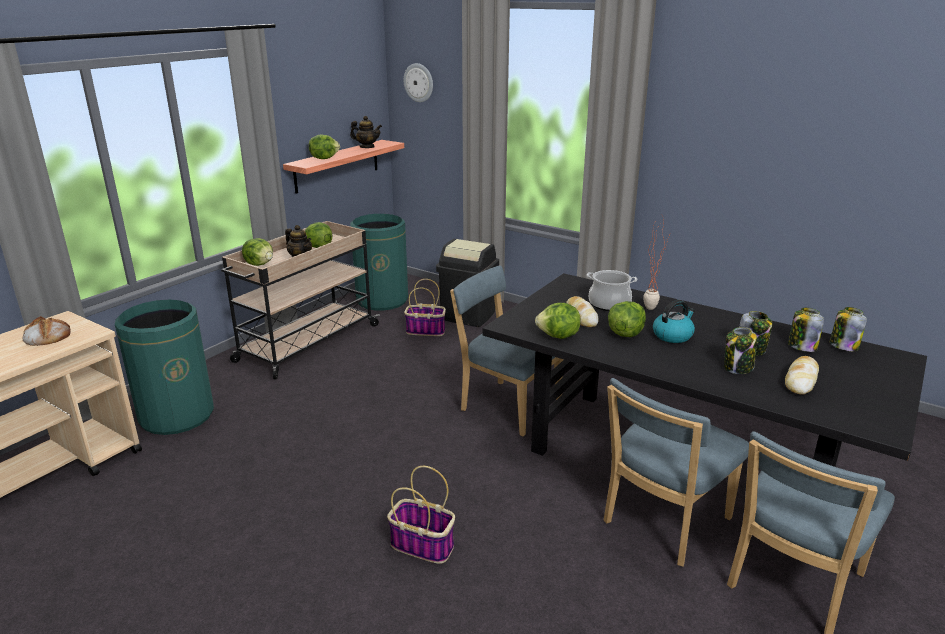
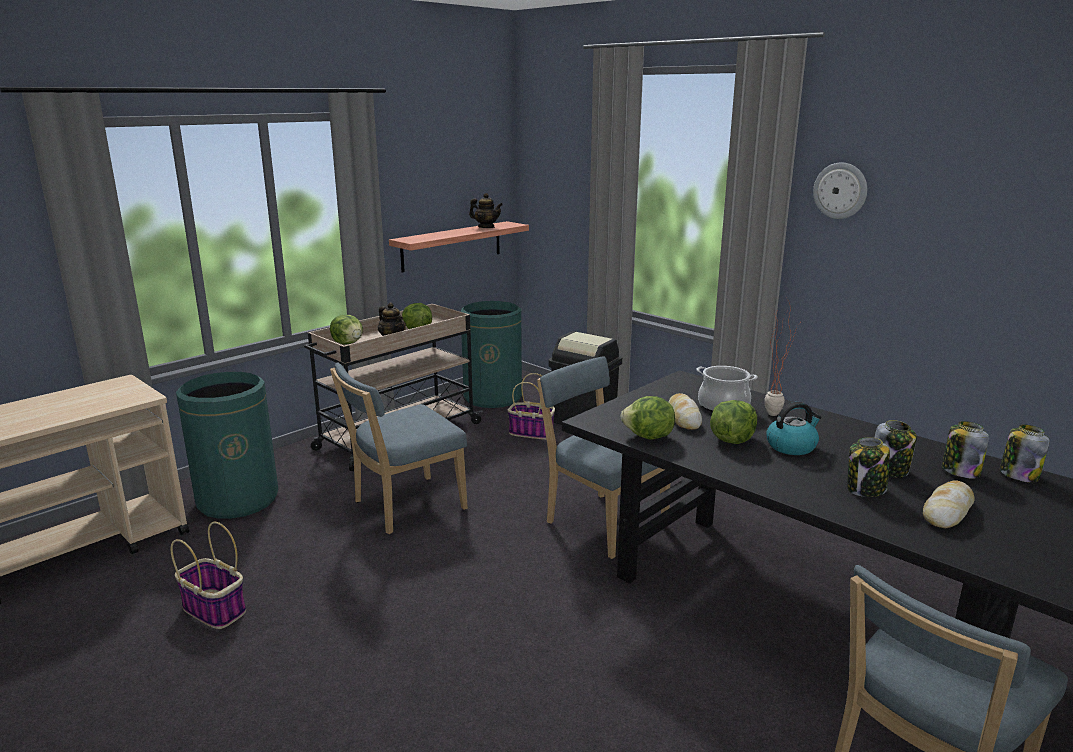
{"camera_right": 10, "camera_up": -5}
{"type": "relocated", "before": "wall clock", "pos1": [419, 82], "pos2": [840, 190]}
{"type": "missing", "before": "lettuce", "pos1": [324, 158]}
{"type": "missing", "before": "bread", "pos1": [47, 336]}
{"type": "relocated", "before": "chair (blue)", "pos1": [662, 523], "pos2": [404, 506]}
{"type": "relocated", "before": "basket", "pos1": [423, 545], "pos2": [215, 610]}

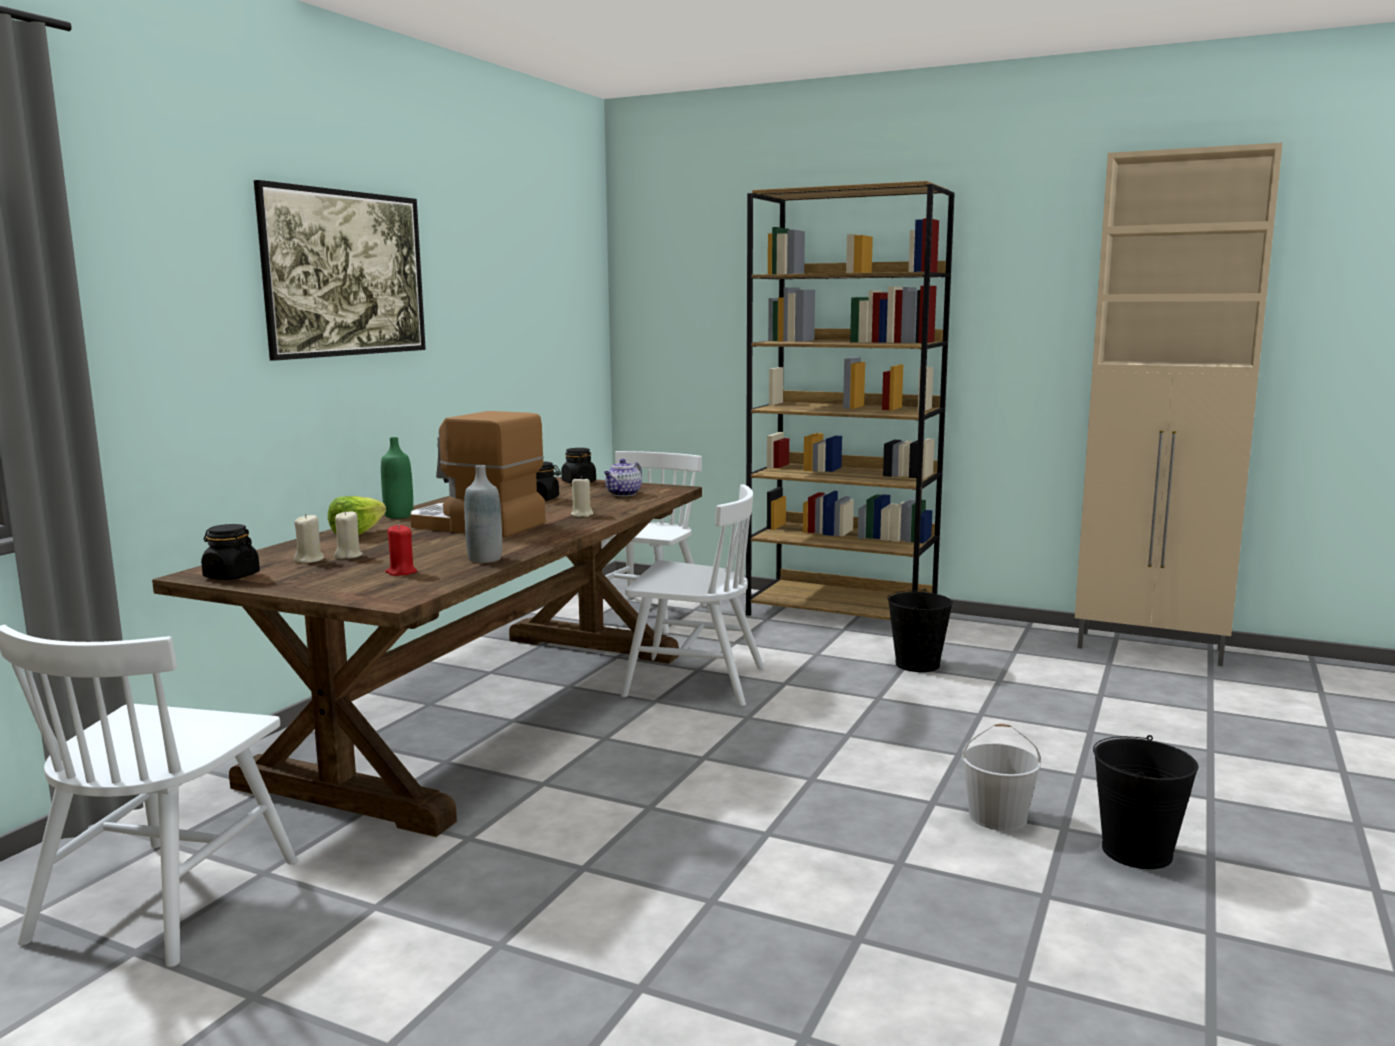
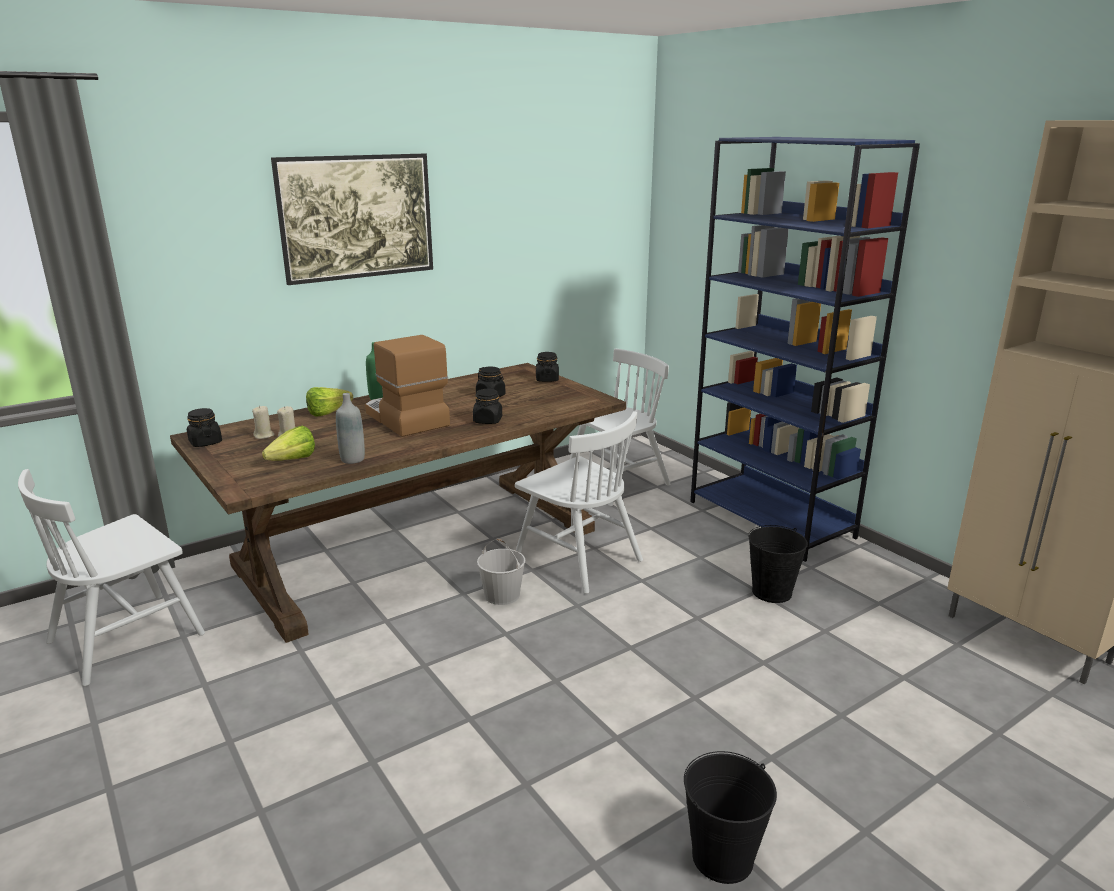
{"camera_right": 30, "camera_up": 10}
{"type": "colour", "before": "bookcase (brown)", "after": "bookcase (blue)", "pos1": [842, 613], "pos2": [771, 519]}
{"type": "missing", "before": "teapot", "pos1": [623, 494]}
{"type": "exchanged", "before": "candle (beige)", "after": "jar (black)", "pos1": [582, 515], "pos2": [487, 421]}
{"type": "exchanged", "before": "candle (red)", "after": "lettuce", "pos1": [401, 572], "pos2": [288, 462]}
{"type": "relocated", "before": "bucket (white)", "pos1": [996, 817], "pos2": [501, 594]}

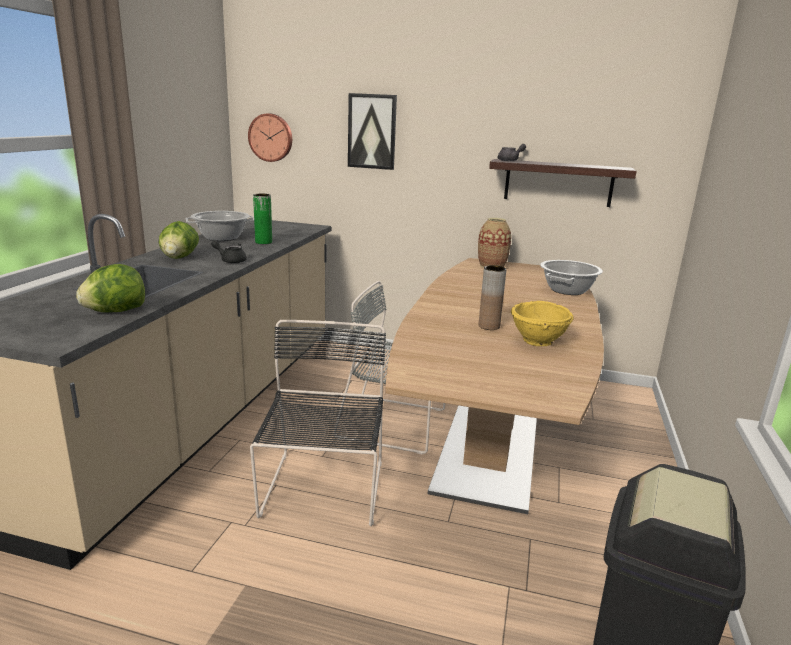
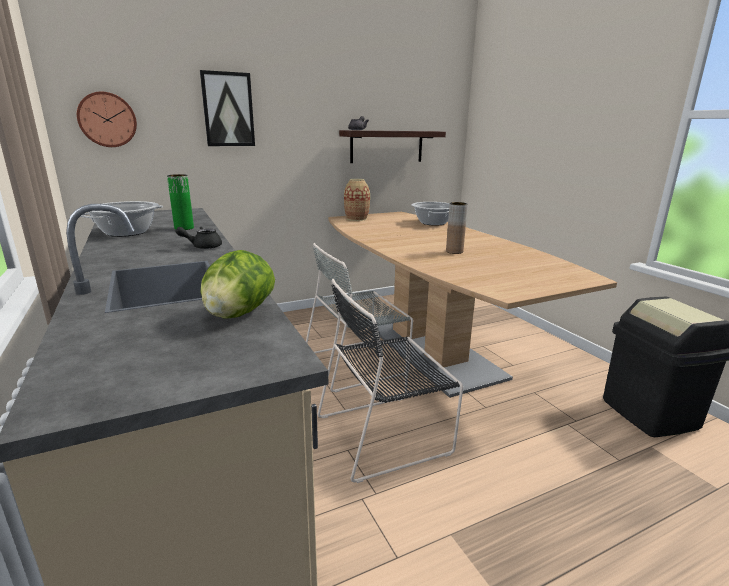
{"camera_right": -40, "camera_up": 0}
{"type": "missing", "before": "lettuce", "pos1": [179, 257]}
{"type": "missing", "before": "bowl (yellow)", "pos1": [538, 342]}
{"type": "spun", "before": "chair (black)", "pos1": [323, 490], "pos2": [387, 433], "turn": -75}

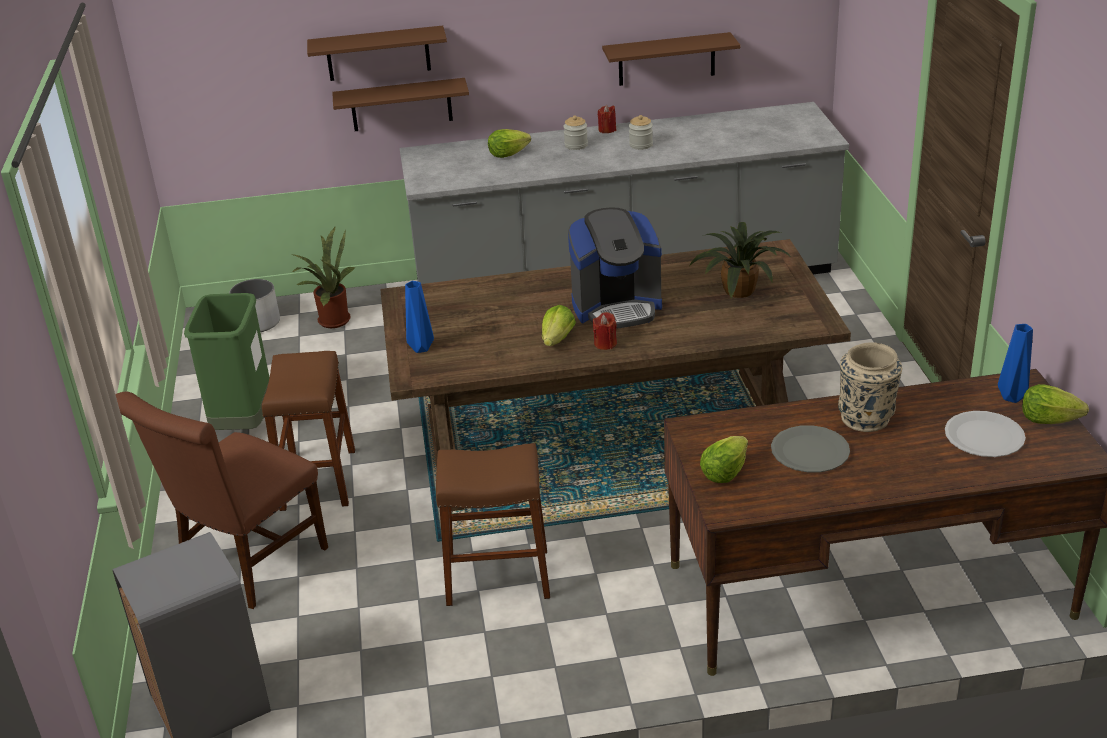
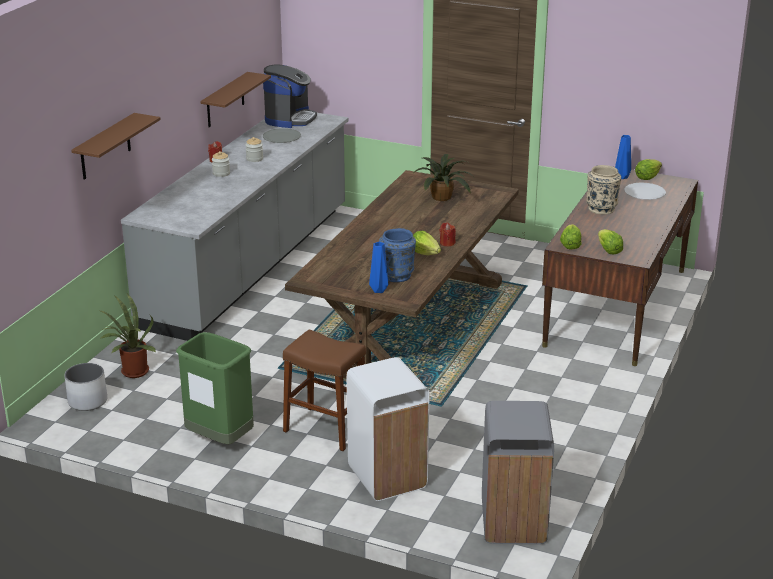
{"camera_right": -60, "camera_up": -5}
{"type": "missing", "before": "shelf (brown)", "pos1": [401, 105]}
{"type": "relocated", "before": "lettuce", "pos1": [507, 154], "pos2": [570, 245]}
{"type": "relocated", "before": "coffee machine", "pos1": [617, 307], "pos2": [290, 119]}
{"type": "exchanged", "before": "chair (brown)", "after": "trash can (white)", "pos1": [245, 565], "pos2": [386, 478]}
{"type": "relocated", "before": "plate (grey)", "pos1": [809, 451], "pos2": [281, 137]}
{"type": "missing", "before": "stool (brown)", "pos1": [497, 577]}
{"type": "appeared", "after": "vase (blue)", "pos2": [397, 275]}

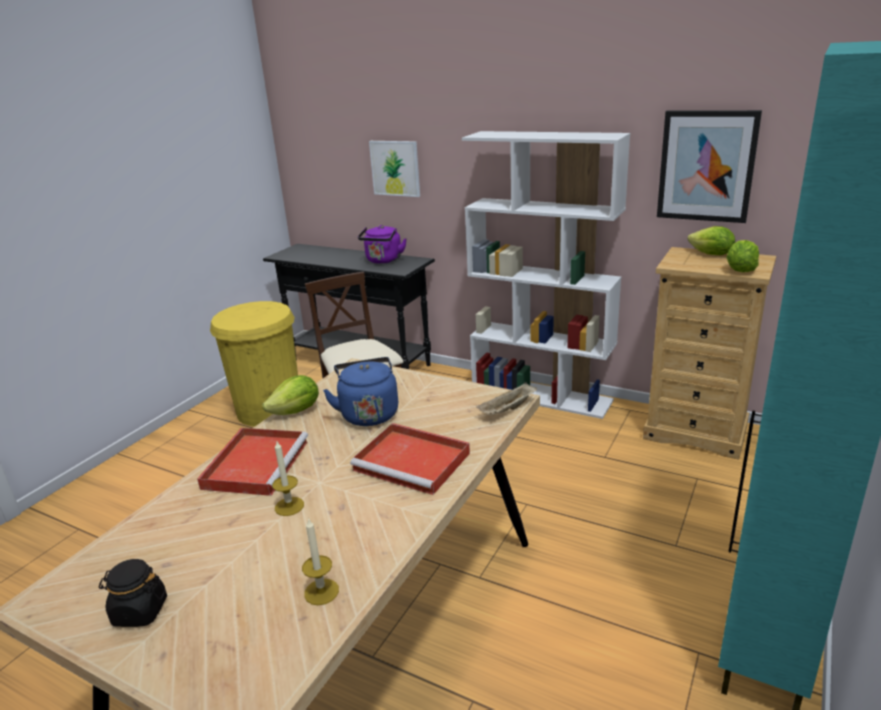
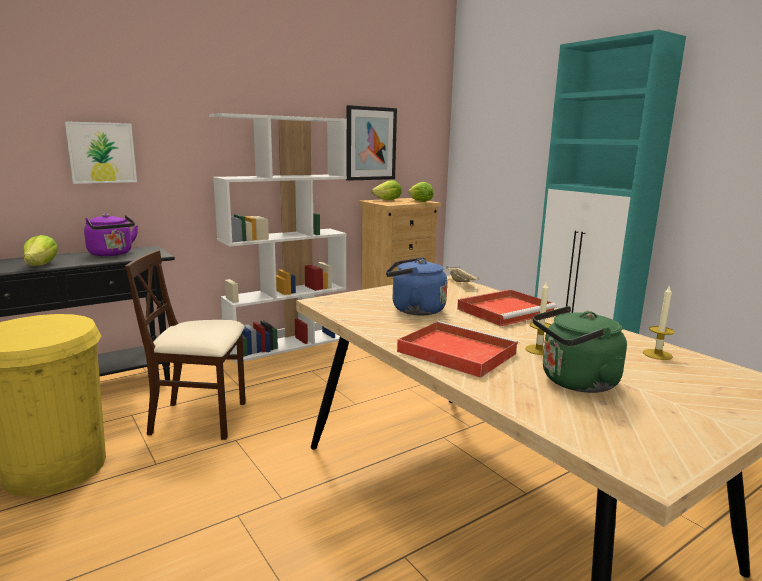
{"camera_right": -65, "camera_up": -10}
{"type": "relocated", "before": "lettuce", "pos1": [296, 411], "pos2": [41, 265]}
{"type": "missing", "before": "jar (black)", "pos1": [139, 611]}
{"type": "appeared", "after": "kettle (green)", "pos2": [575, 382]}

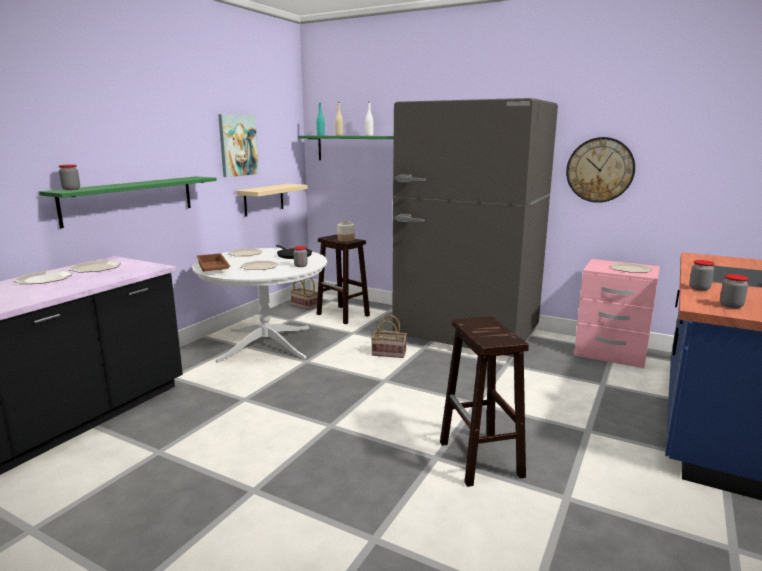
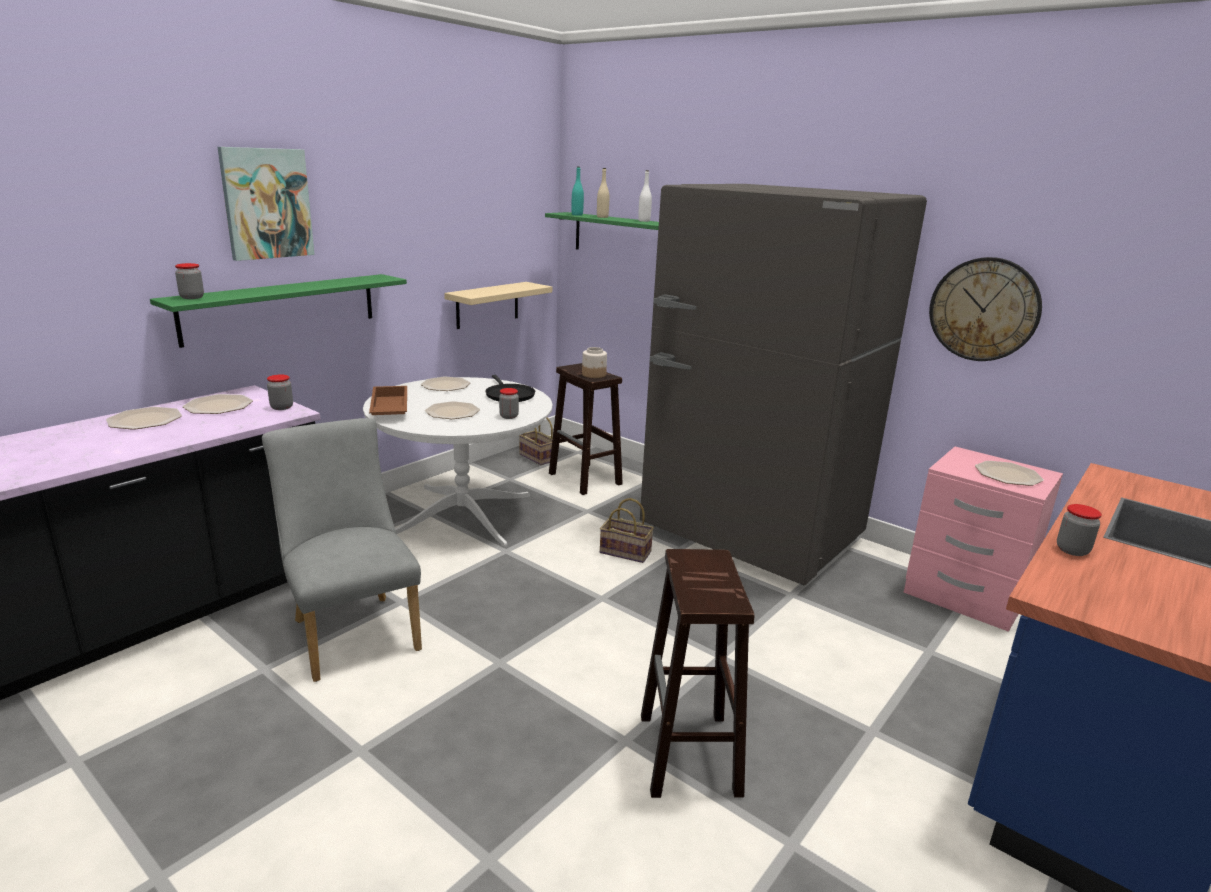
{"camera_right": 10, "camera_up": 5}
{"type": "relocated", "before": "picture", "pos1": [238, 145], "pos2": [267, 203]}
{"type": "relocated", "before": "jar", "pos1": [731, 305], "pos2": [282, 407]}
{"type": "appeared", "after": "chair (grey)", "pos2": [352, 630]}

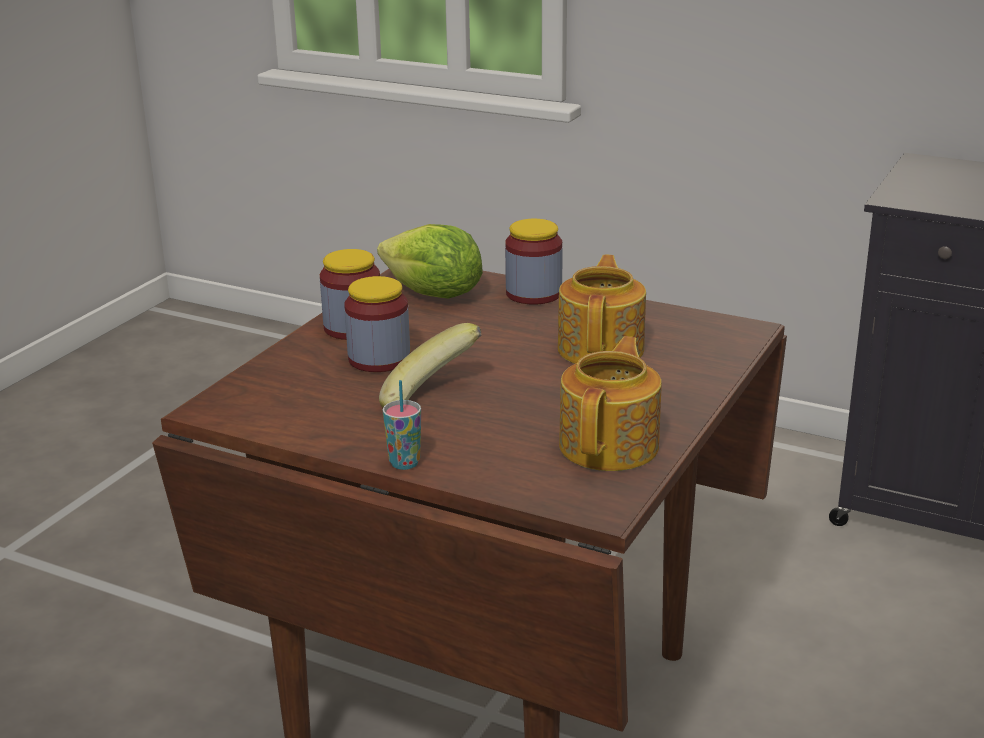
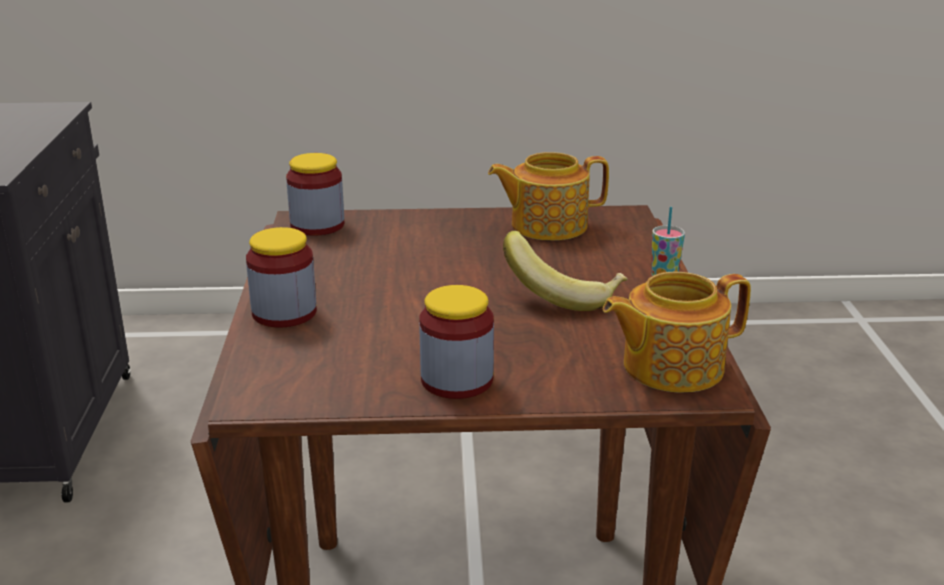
{"camera_right": -120, "camera_up": 0}
{"type": "missing", "before": "lettuce", "pos1": [433, 295]}
{"type": "relocated", "before": "teapot", "pos1": [602, 348], "pos2": [670, 366]}
{"type": "relocated", "before": "jar", "pos1": [379, 359], "pos2": [317, 225]}

